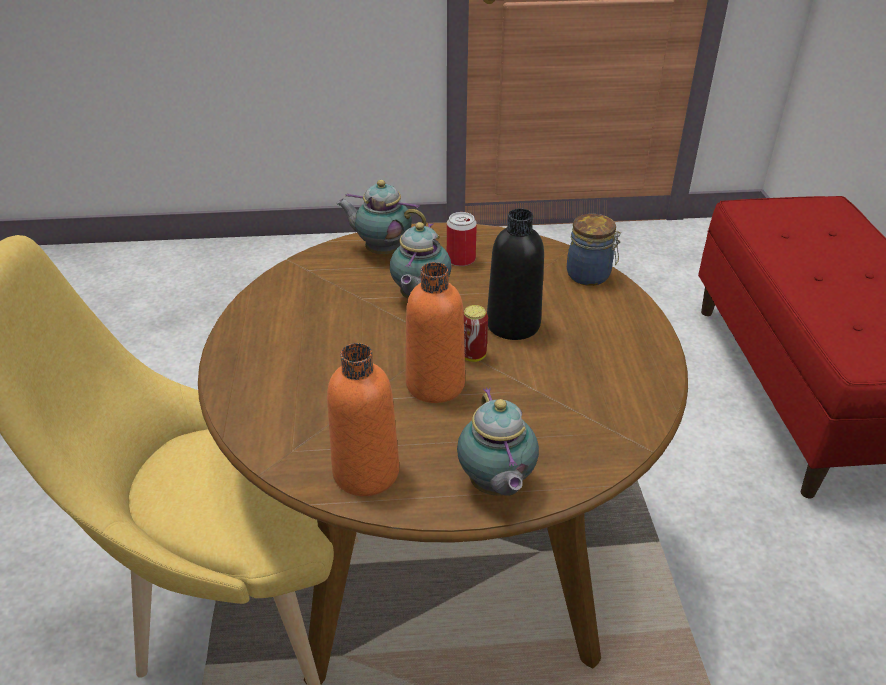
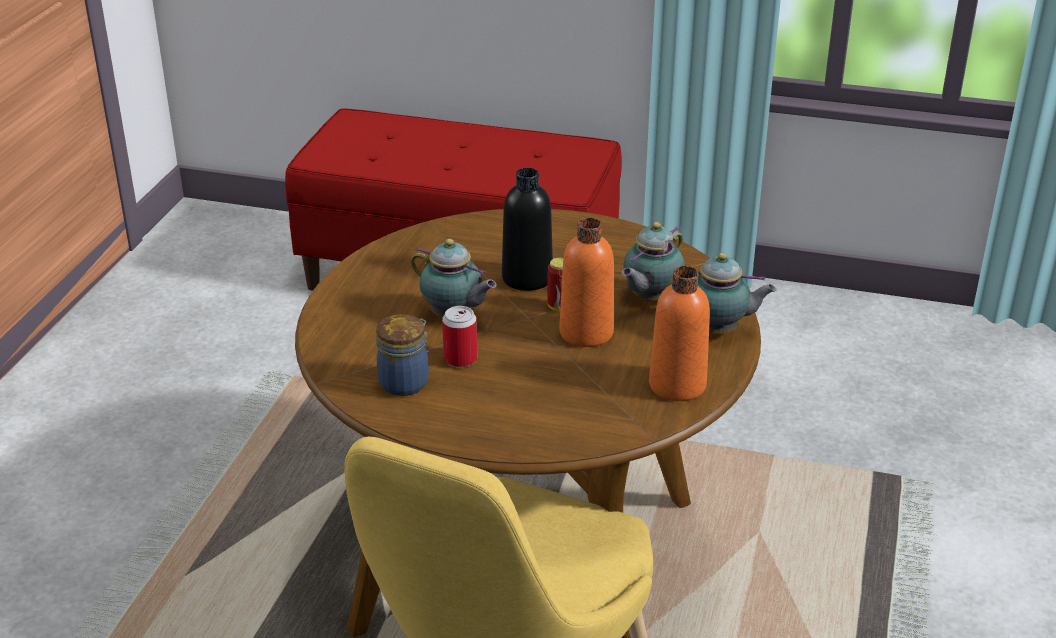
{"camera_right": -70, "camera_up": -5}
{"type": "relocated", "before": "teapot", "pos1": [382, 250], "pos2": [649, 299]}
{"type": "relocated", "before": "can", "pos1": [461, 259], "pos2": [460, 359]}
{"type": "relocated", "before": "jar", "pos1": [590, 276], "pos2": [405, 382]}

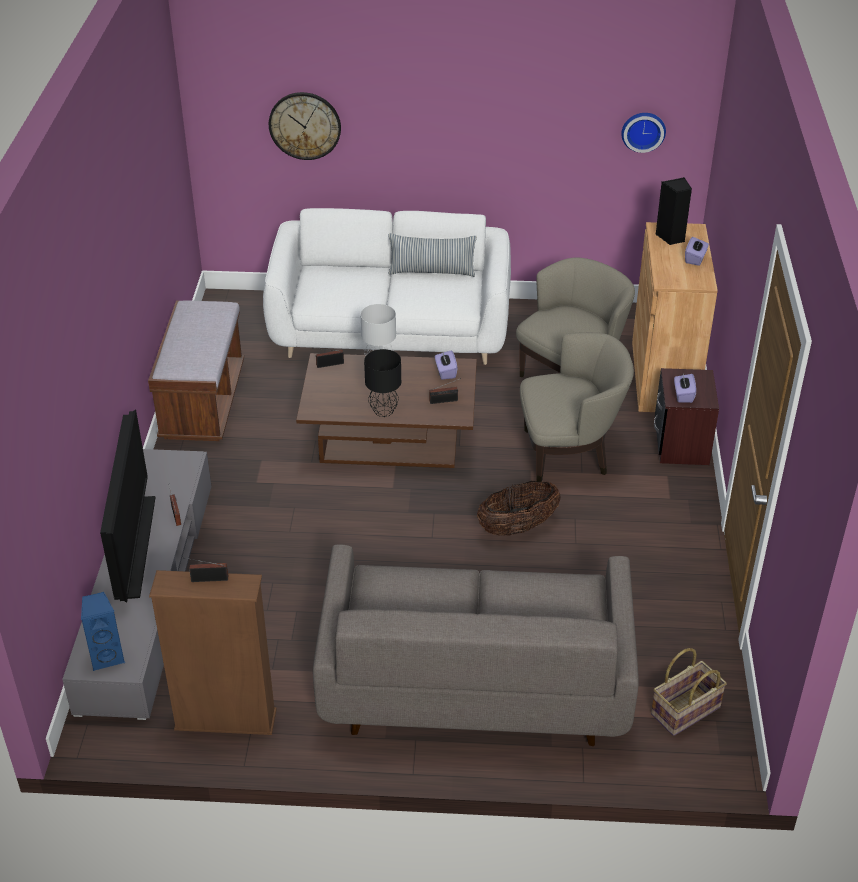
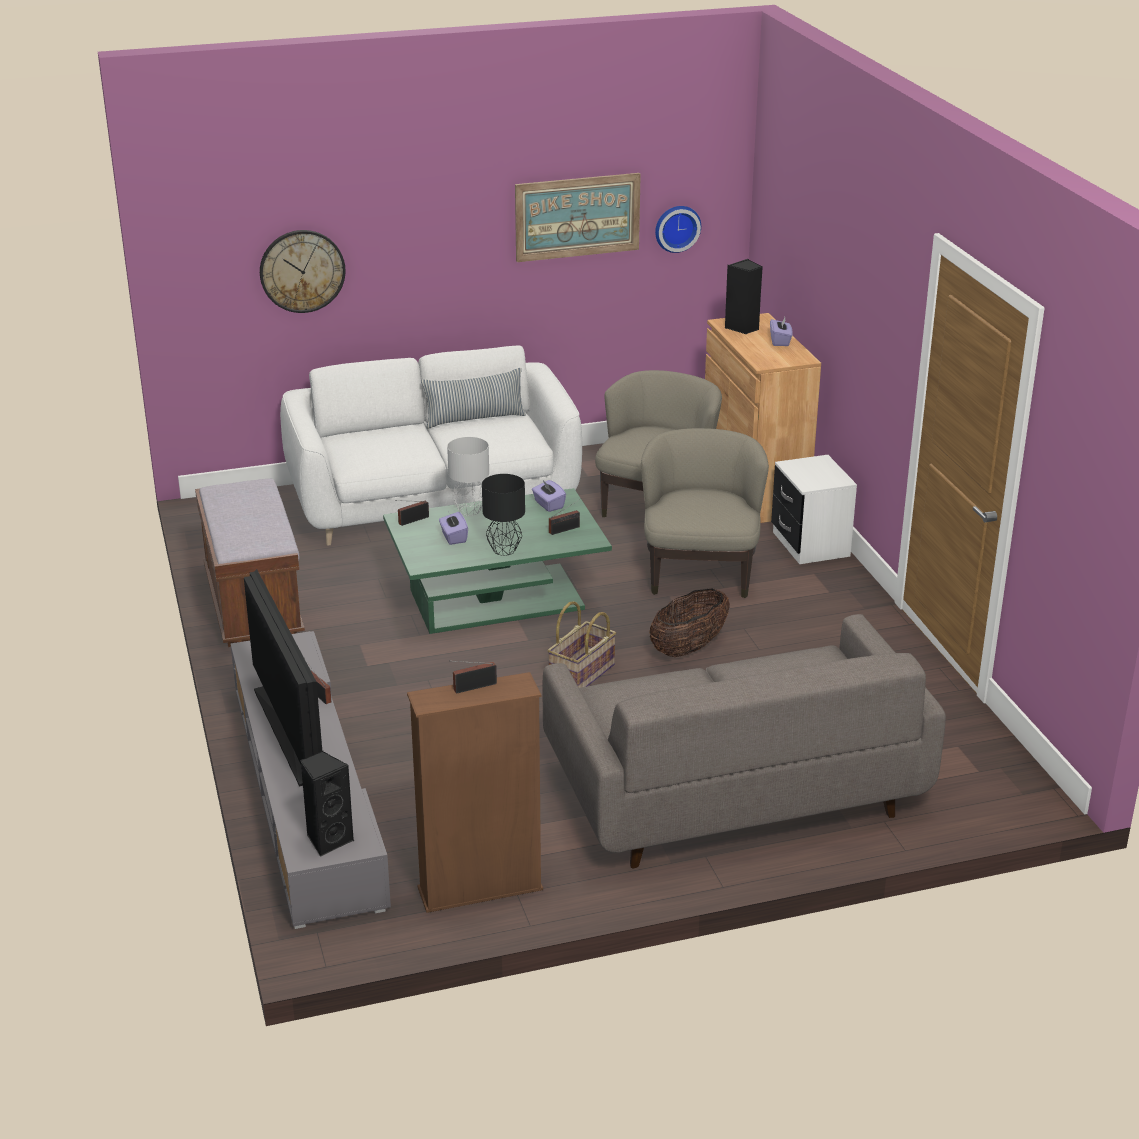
{"camera_right": -20, "camera_up": -10}
{"type": "spun", "before": "armchair (beige)", "pos1": [569, 453], "pos2": [700, 573], "turn": -60}
{"type": "colour", "before": "coffee table (brown)", "after": "coffee table (green)", "pos1": [390, 441], "pos2": [497, 599]}
{"type": "colour", "before": "nightstand (brown)", "after": "nightstand (white)", "pos1": [681, 444], "pos2": [810, 544]}
{"type": "relocated", "before": "tissue box (purple)", "pos1": [683, 395], "pos2": [453, 537]}
{"type": "colour", "before": "speaker (blue)", "after": "speaker (black)", "pos1": [107, 656], "pos2": [328, 840]}
{"type": "relocated", "before": "basket", "pos1": [686, 711], "pos2": [582, 675]}
{"type": "appeared", "after": "picture", "pos2": [577, 217]}

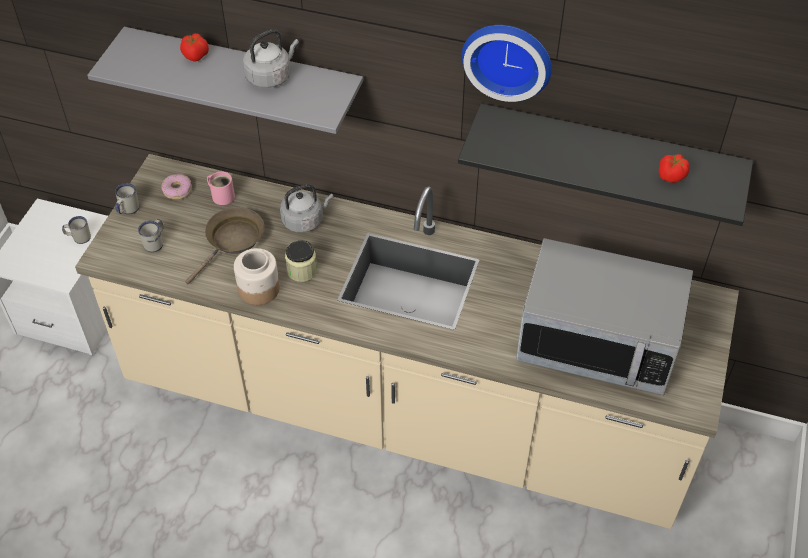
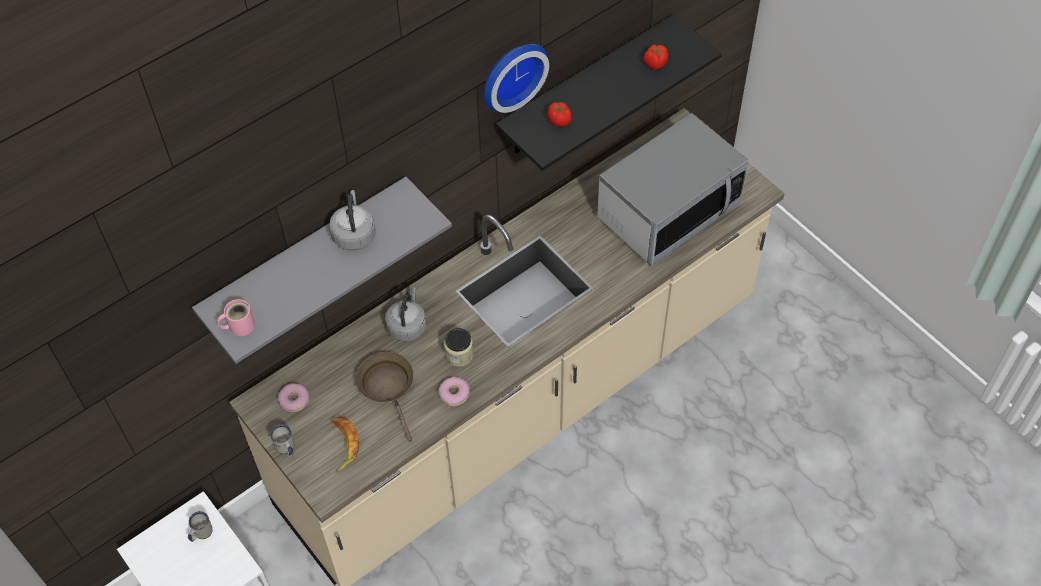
{"camera_right": -55, "camera_up": 5}
{"type": "relocated", "before": "tomato", "pos1": [196, 56], "pos2": [559, 121]}
{"type": "relocated", "before": "mug (pink)", "pos1": [222, 195], "pos2": [239, 325]}
{"type": "exchanged", "before": "mug (white)", "after": "banana", "pos1": [156, 242], "pos2": [343, 444]}
{"type": "exchanged", "before": "jar", "after": "donut", "pos1": [258, 289], "pos2": [454, 394]}

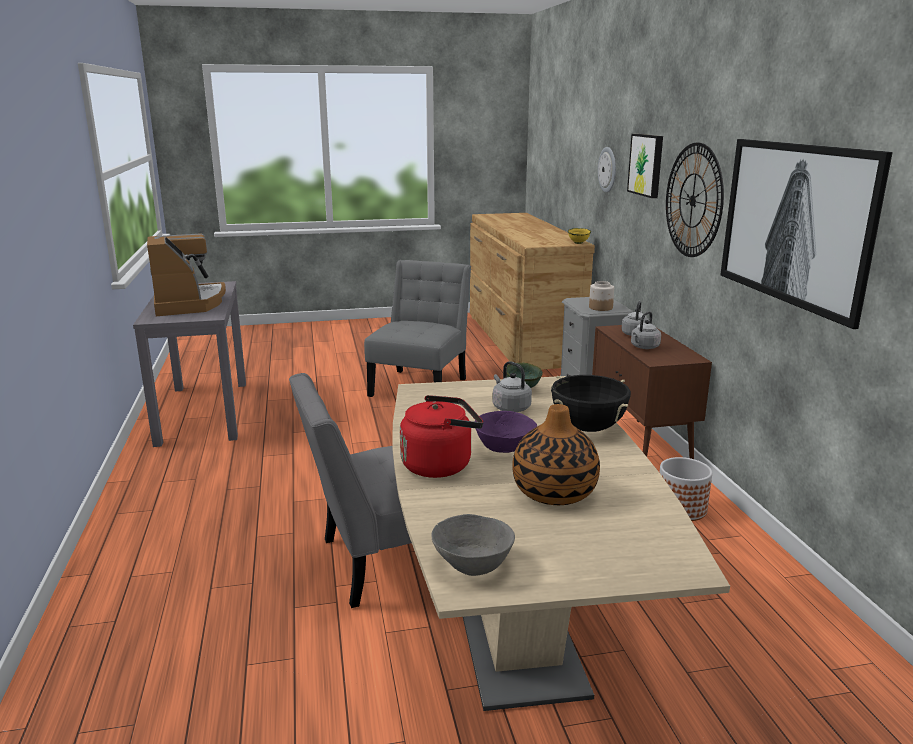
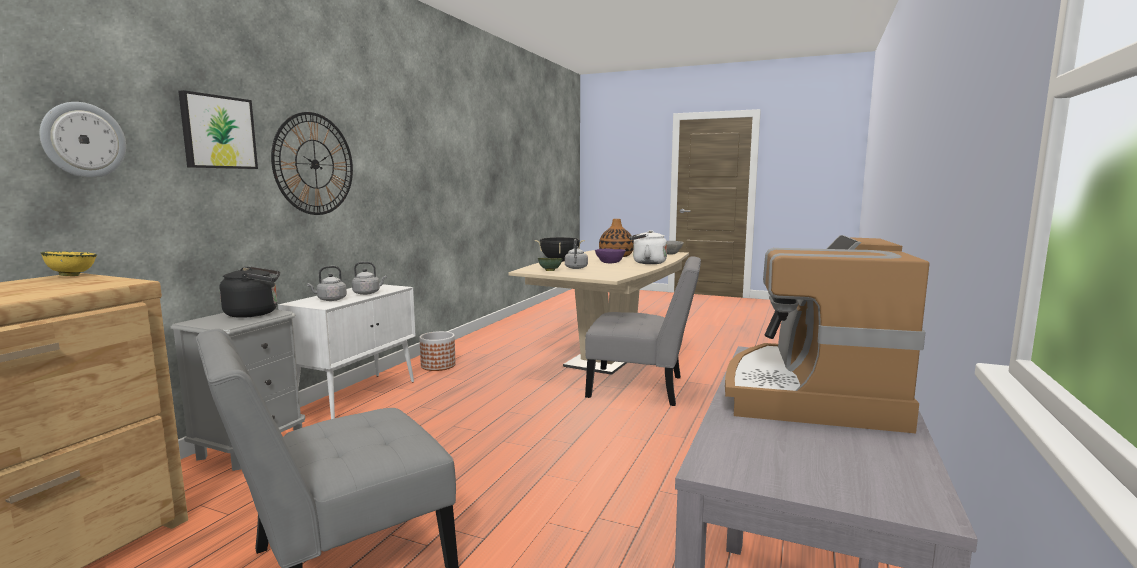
{"camera_right": -145, "camera_up": -10}
{"type": "missing", "before": "picture", "pos1": [794, 224]}
{"type": "exchanged", "before": "jar", "after": "kettle (black)", "pos1": [600, 308], "pos2": [255, 313]}
{"type": "colour", "before": "cabinet (brown)", "after": "cabinet (white)", "pos1": [640, 447], "pos2": [358, 396]}
{"type": "colour", "before": "kettle (red)", "after": "kettle (white)", "pos1": [440, 465], "pos2": [647, 263]}

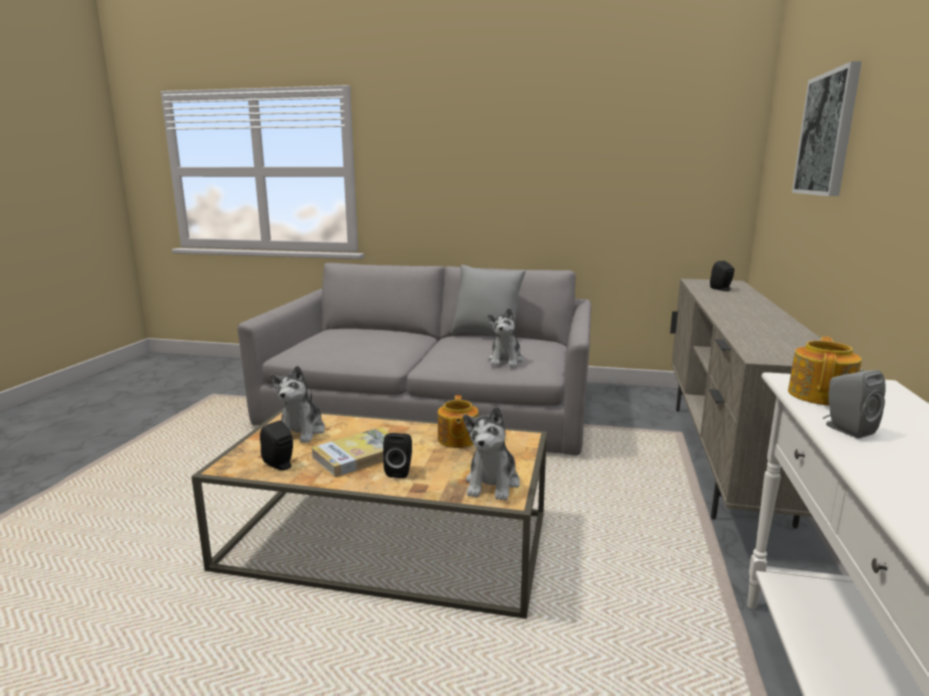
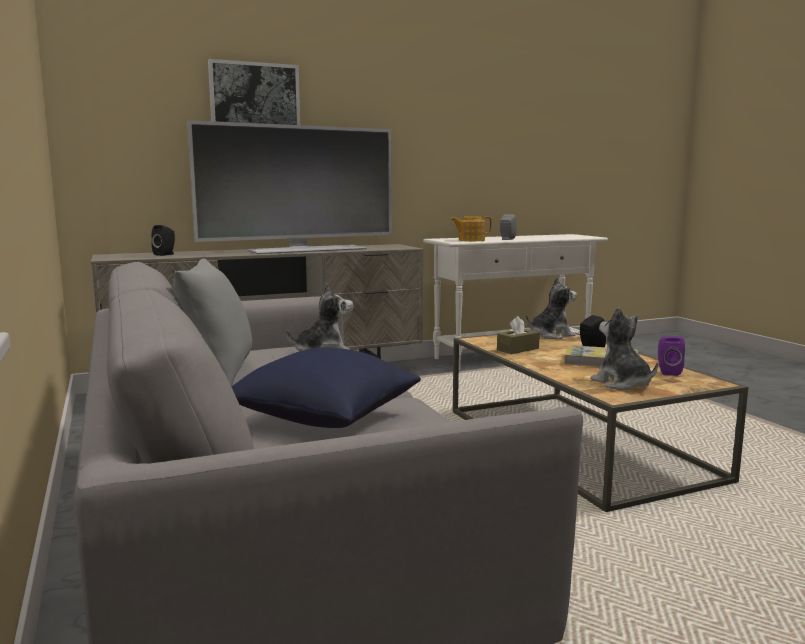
{"camera_right": -125, "camera_up": -5}
{"type": "spun", "before": "plush toy", "pos1": [301, 432], "pos2": [622, 384], "turn": -90}
{"type": "exchanged", "before": "teapot", "after": "tissue box (brown)", "pos1": [457, 439], "pos2": [517, 349]}
{"type": "colour", "before": "speaker (black)", "after": "speaker (purple)", "pos1": [280, 465], "pos2": [667, 372]}
{"type": "appeared", "after": "television", "pos2": [306, 250]}
{"type": "appeared", "after": "pillow (blue)", "pos2": [324, 417]}

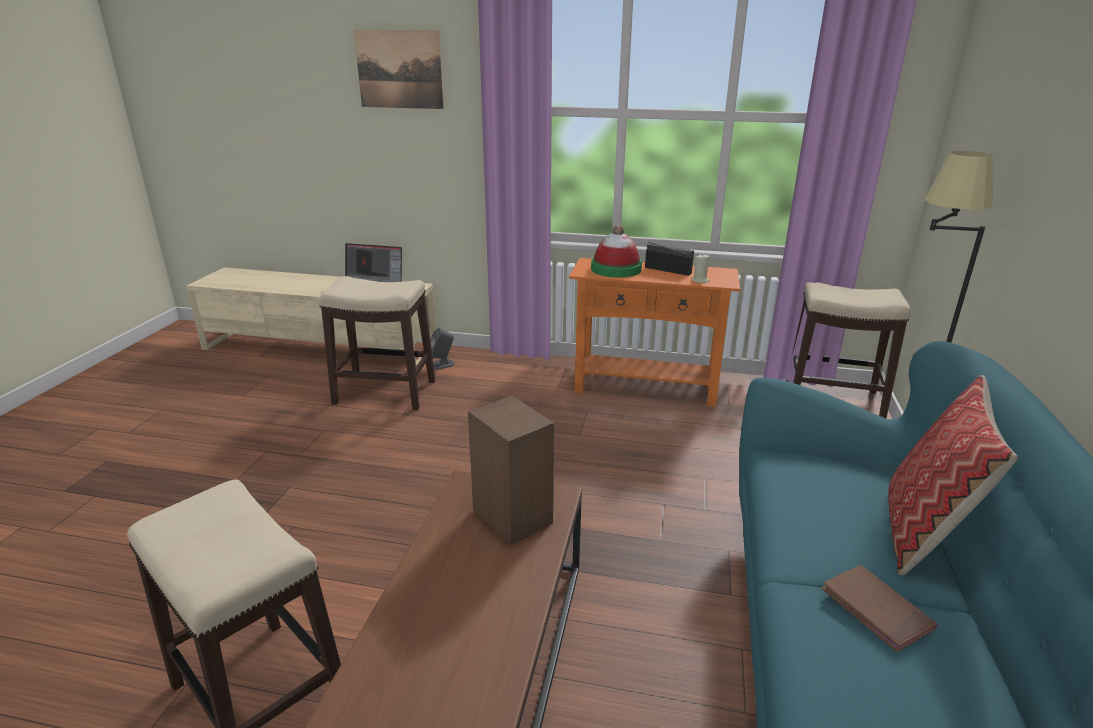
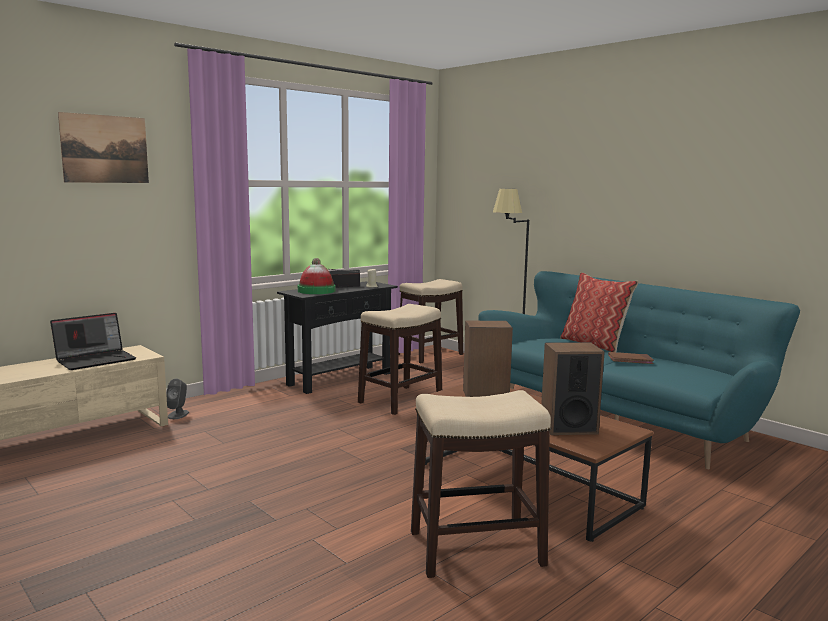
{"camera_right": -55, "camera_up": -15}
{"type": "colour", "before": "console table (orange)", "after": "console table (black)", "pos1": [645, 388], "pos2": [339, 379]}
{"type": "relocated", "before": "stool", "pos1": [386, 392], "pos2": [401, 400]}
{"type": "appeared", "after": "speaker", "pos2": [568, 427]}

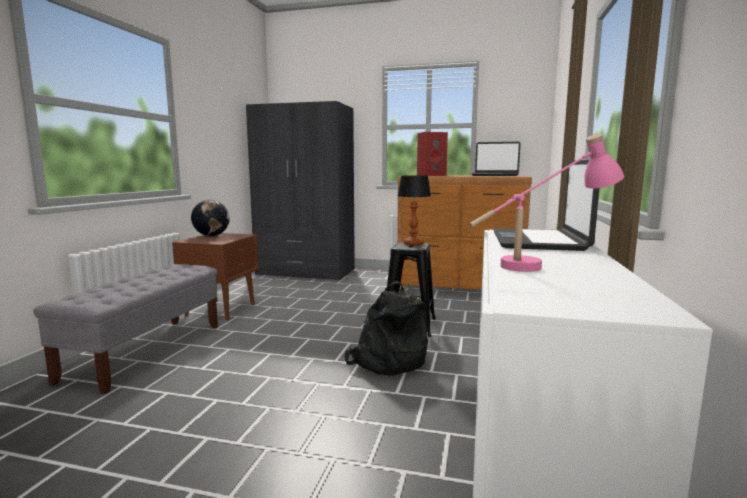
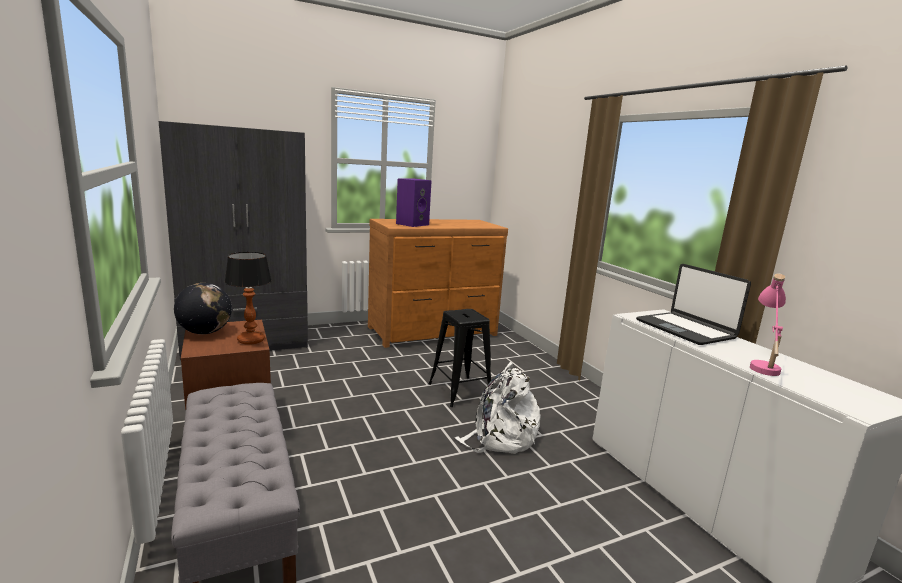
{"camera_right": -40, "camera_up": 5}
{"type": "colour", "before": "speaker (red)", "after": "speaker (purple)", "pos1": [431, 175], "pos2": [412, 224]}
{"type": "missing", "before": "laptop", "pos1": [495, 175]}
{"type": "relocated", "before": "table lamp", "pos1": [413, 244], "pos2": [251, 340]}
{"type": "colour", "before": "backpack (black)", "after": "backpack (white)", "pos1": [387, 361], "pos2": [500, 437]}

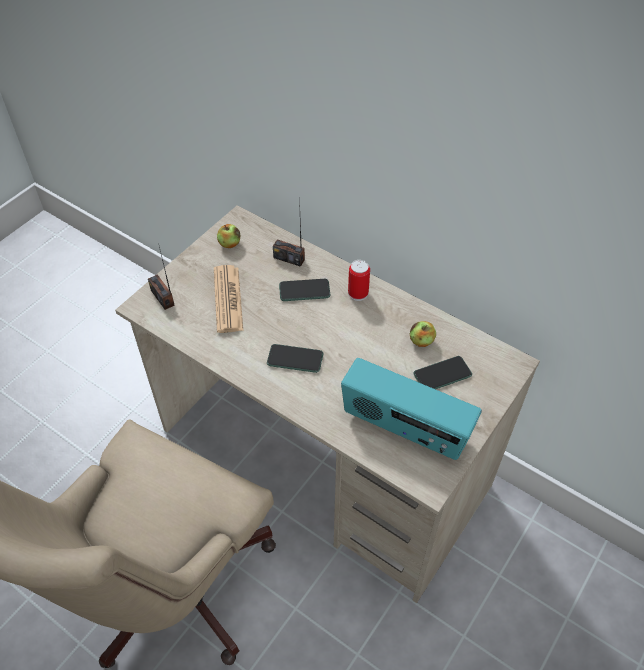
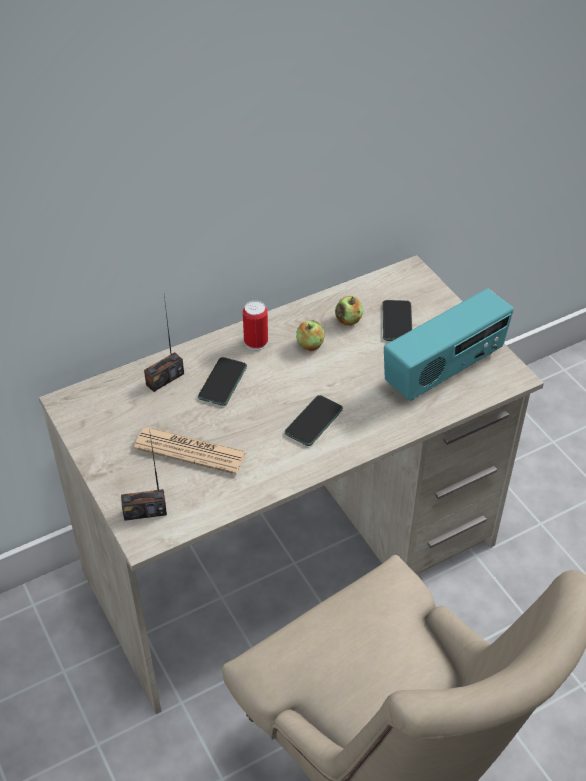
{"camera_right": -65, "camera_up": -5}
{"type": "relocated", "before": "apple", "pos1": [229, 243], "pos2": [310, 345]}

